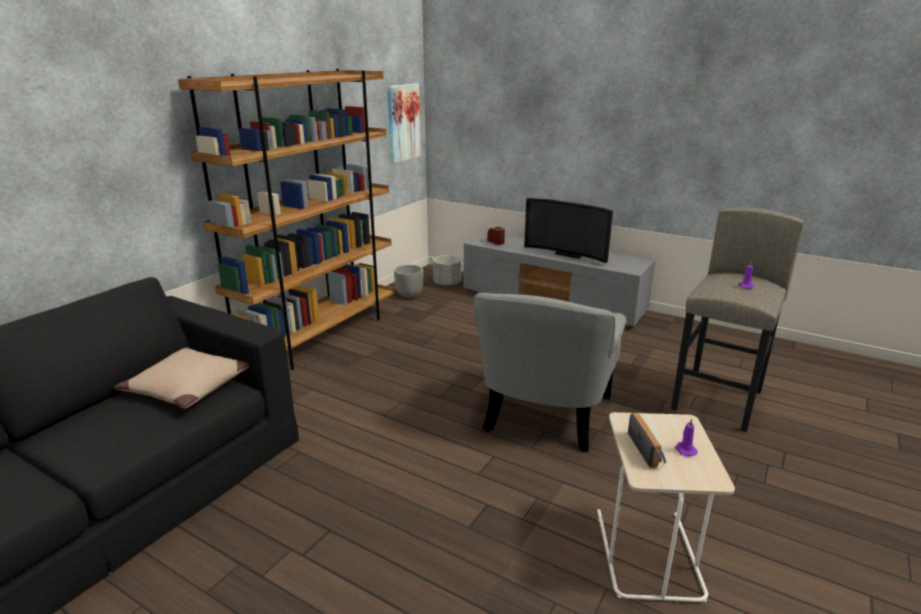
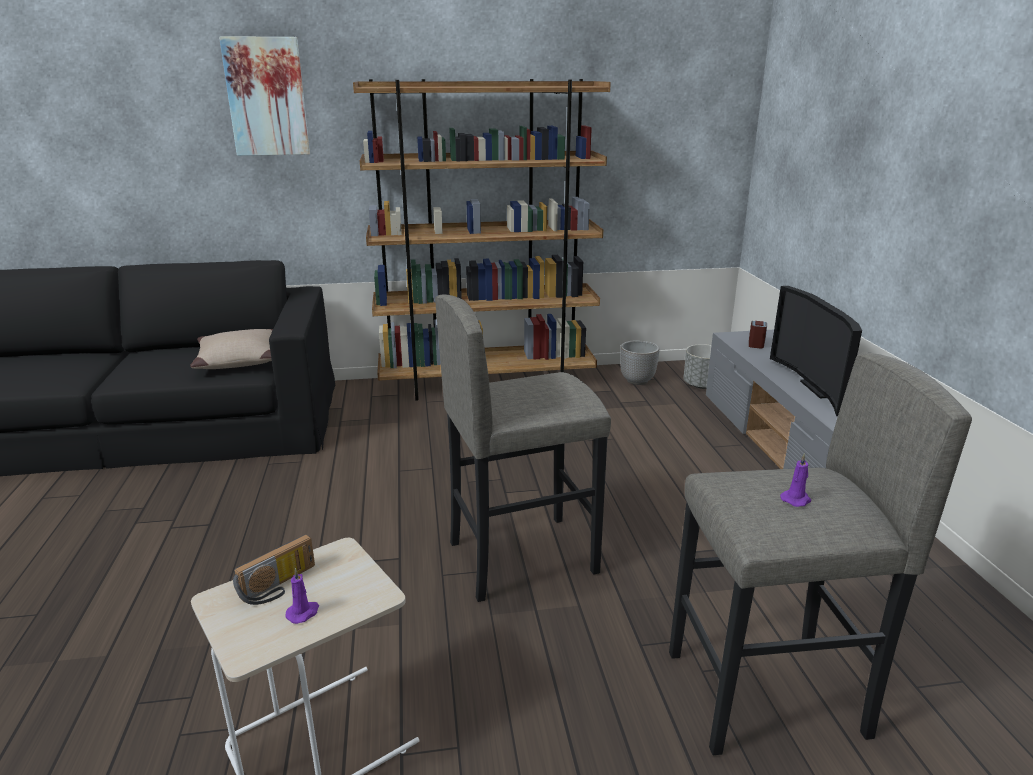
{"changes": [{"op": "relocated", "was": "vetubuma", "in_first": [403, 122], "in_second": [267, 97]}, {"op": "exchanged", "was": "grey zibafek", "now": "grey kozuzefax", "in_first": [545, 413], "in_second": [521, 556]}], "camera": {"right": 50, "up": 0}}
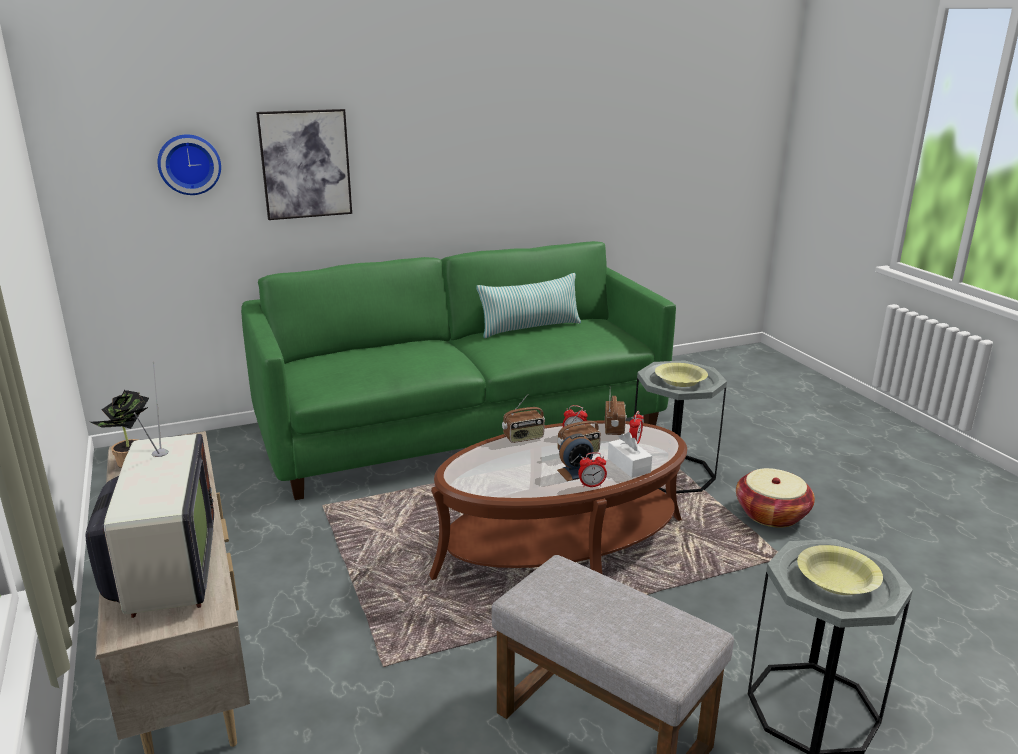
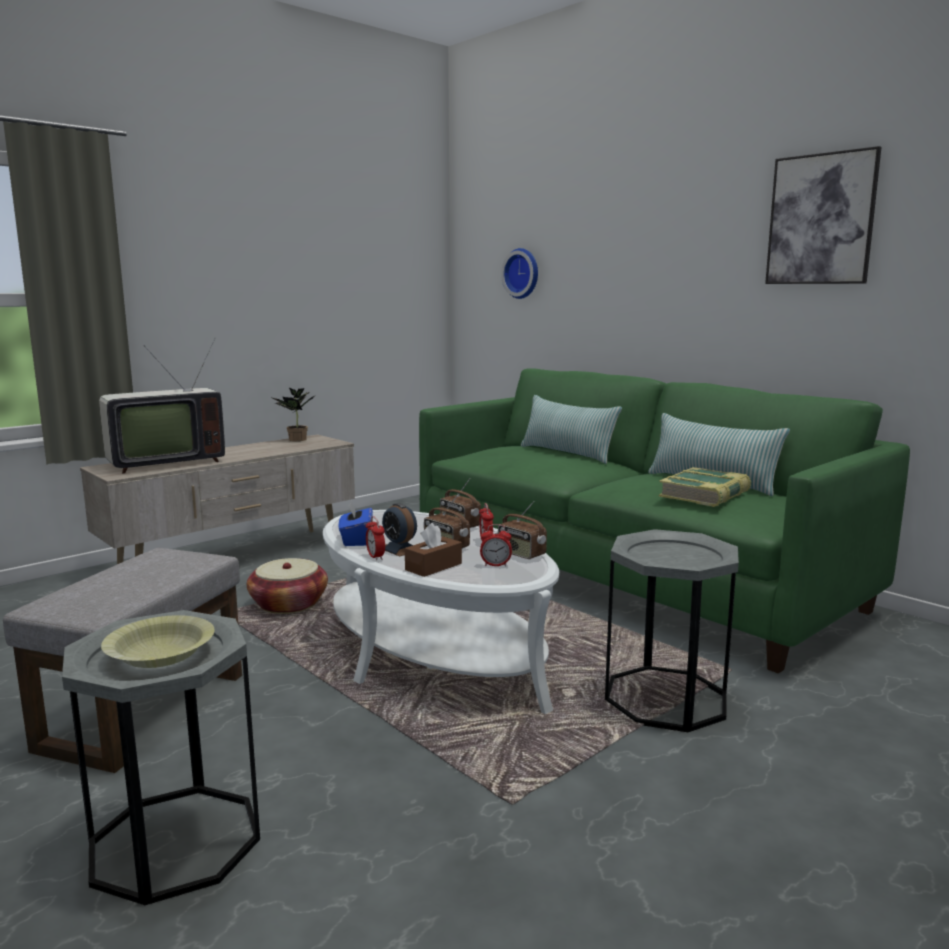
{"changes": [{"op": "relocated", "was": "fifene", "in_first": [771, 514], "in_second": [288, 604]}, {"op": "colour", "was": "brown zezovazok", "now": "white zezovazok", "in_first": [561, 547], "in_second": [433, 653]}, {"op": "appeared", "now": "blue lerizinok", "in_second": [356, 540]}, {"op": "colour", "was": "white lerizinok", "now": "brown lerizinok", "in_first": [629, 465], "in_second": [433, 567]}, {"op": "spun", "was": "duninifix", "in_first": [614, 429], "in_second": [521, 554], "clockwise": 60}, {"op": "appeared", "now": "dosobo", "in_second": [567, 453]}, {"op": "appeared", "now": "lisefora", "in_second": [705, 495]}, {"op": "relocated", "was": "vetubuma", "in_first": [305, 164], "in_second": [821, 219]}, {"op": "missing", "was": "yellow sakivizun", "in_first": [680, 381]}], "camera": {"right": 70, "up": -10}}
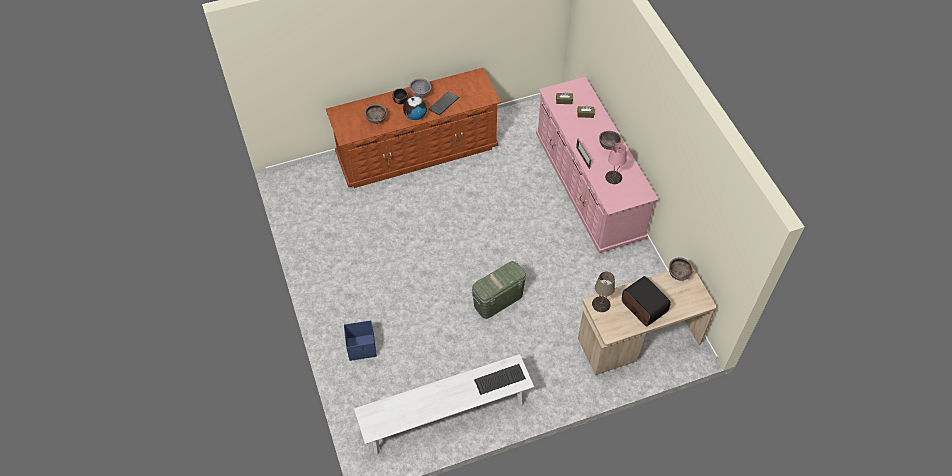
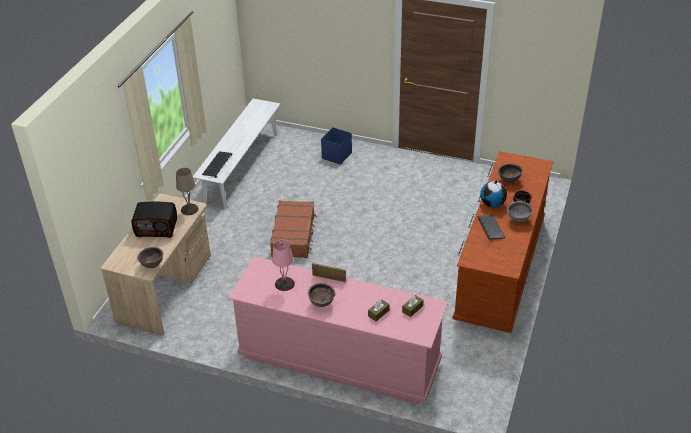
{"changes": [{"op": "exchanged", "was": "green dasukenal", "now": "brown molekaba", "in_first": [498, 300], "in_second": [294, 235]}], "camera": {"right": 130, "up": -15}}
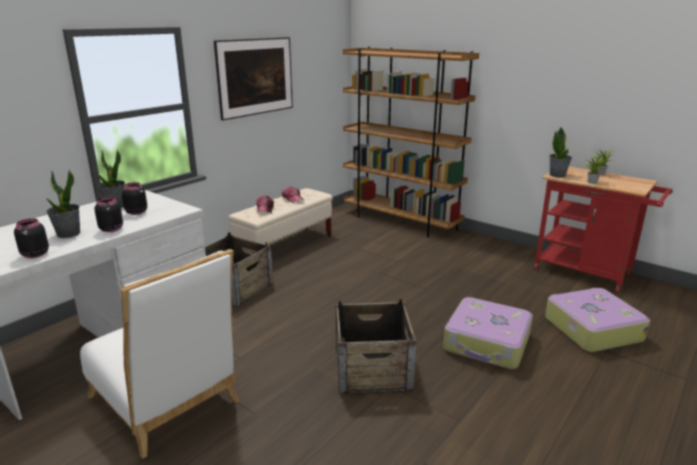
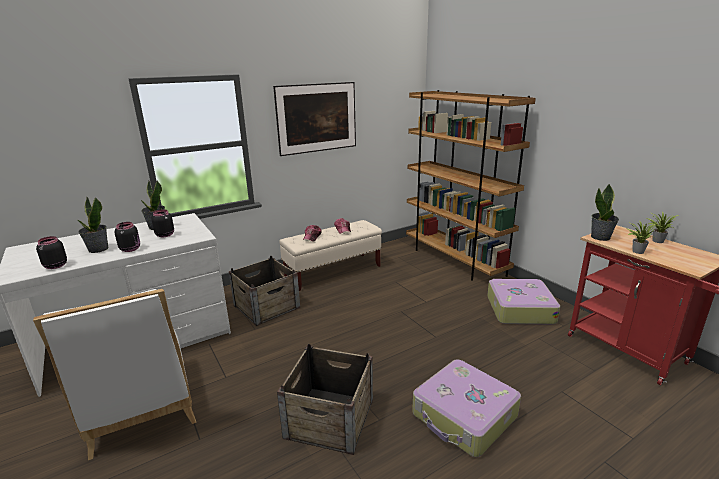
{"changes": [{"op": "relocated", "was": "molekaba", "in_first": [591, 329], "in_second": [519, 309]}], "camera": {"right": 20, "up": 0}}
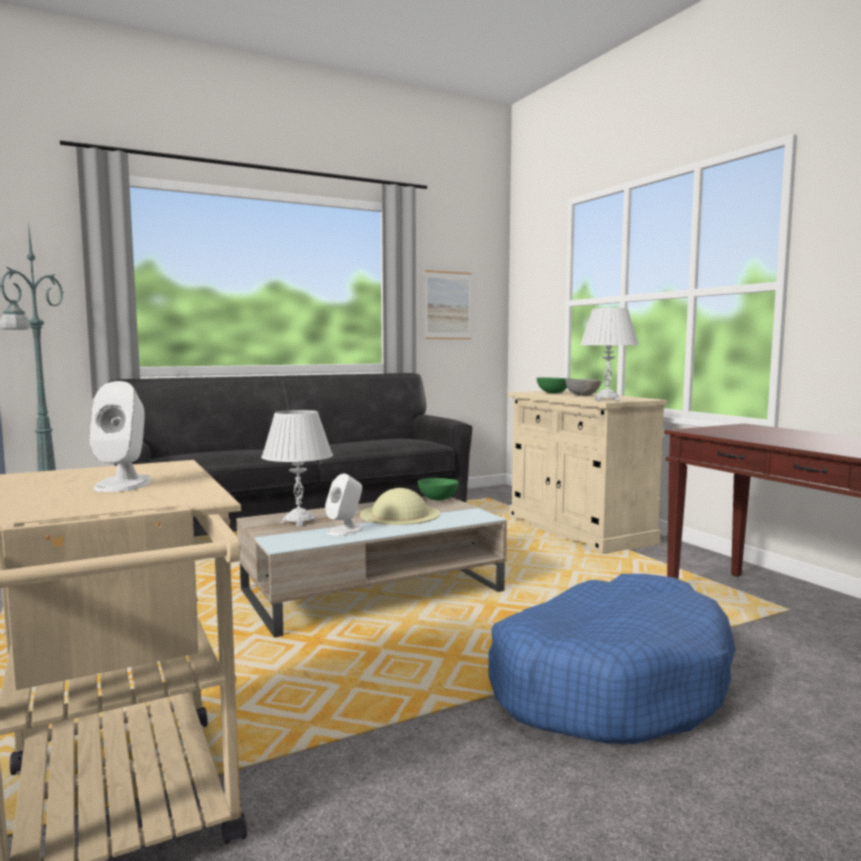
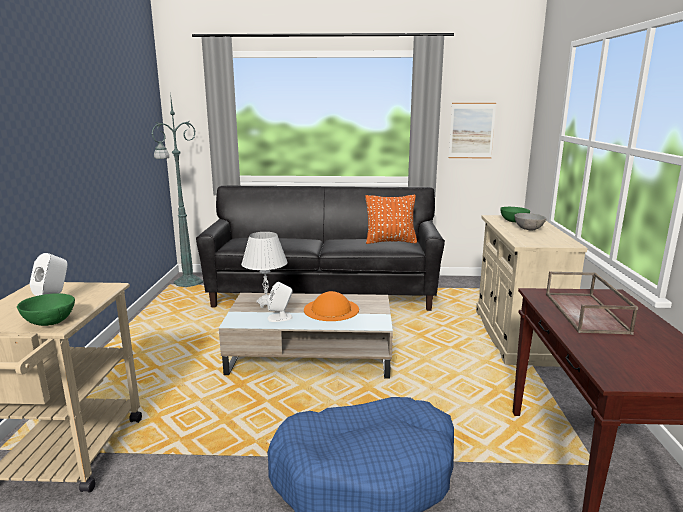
{"changes": [{"op": "relocated", "was": "green sakivizun", "in_first": [437, 499], "in_second": [50, 322]}, {"op": "colour", "was": "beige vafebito", "now": "orange vafebito", "in_first": [400, 514], "in_second": [331, 309]}, {"op": "appeared", "now": "orange dosobo", "in_second": [390, 241]}, {"op": "appeared", "now": "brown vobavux", "in_second": [587, 313]}, {"op": "missing", "was": "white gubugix", "in_first": [607, 400]}], "camera": {"right": 30, "up": 10}}
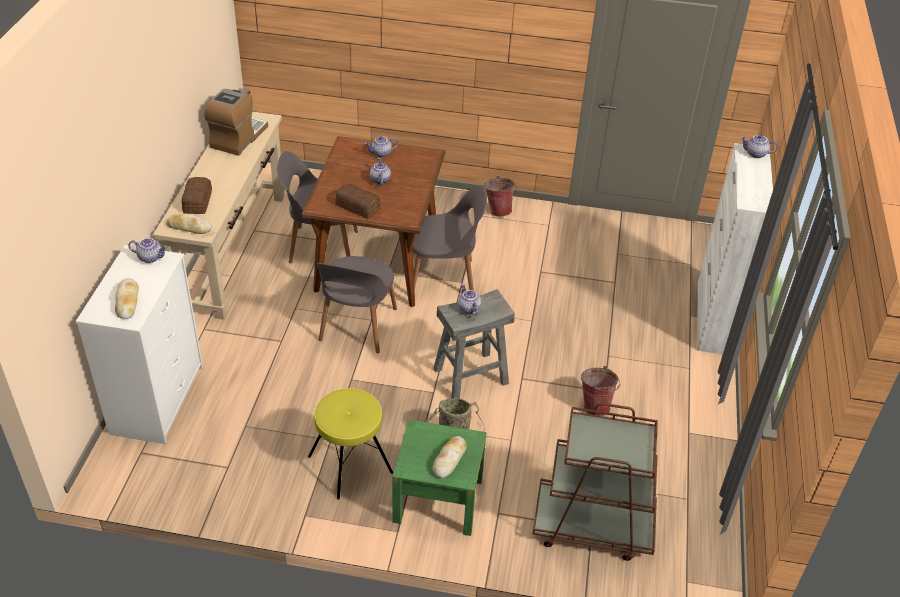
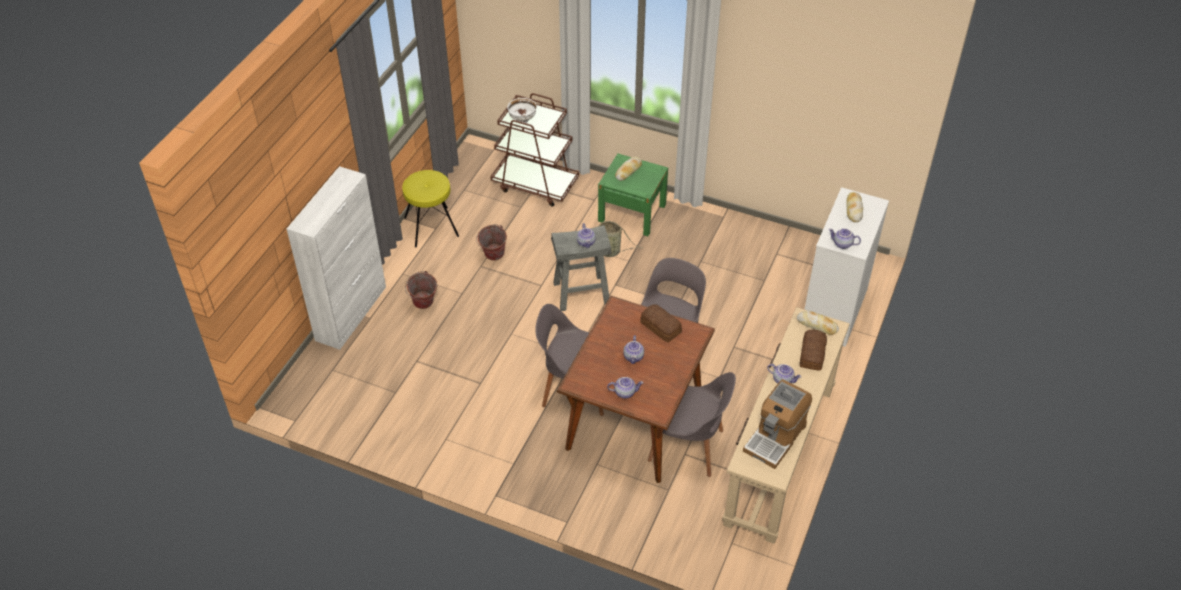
{"changes": [{"op": "relocated", "was": "yellow kozuzefax", "in_first": [350, 465], "in_second": [431, 226]}, {"op": "relocated", "was": "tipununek", "in_first": [498, 210], "in_second": [423, 305]}, {"op": "appeared", "now": "white sakivizun", "in_second": [522, 120]}, {"op": "relocated", "was": "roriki", "in_first": [755, 154], "in_second": [783, 379]}], "camera": {"right": -165, "up": 5}}
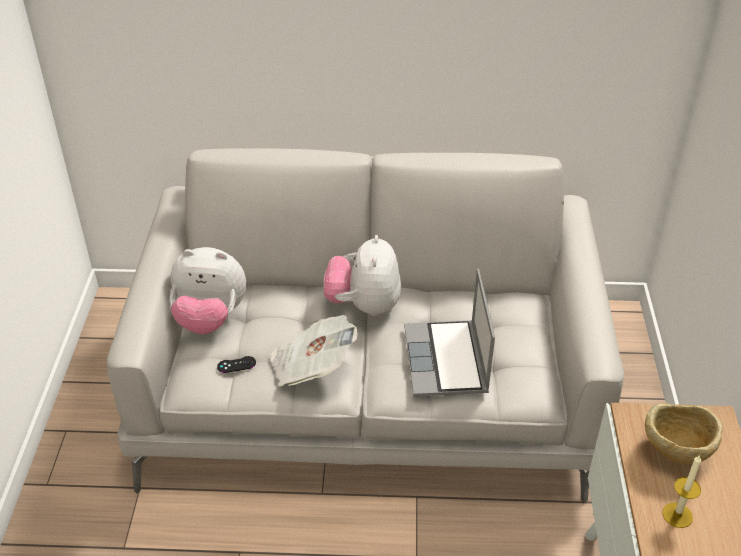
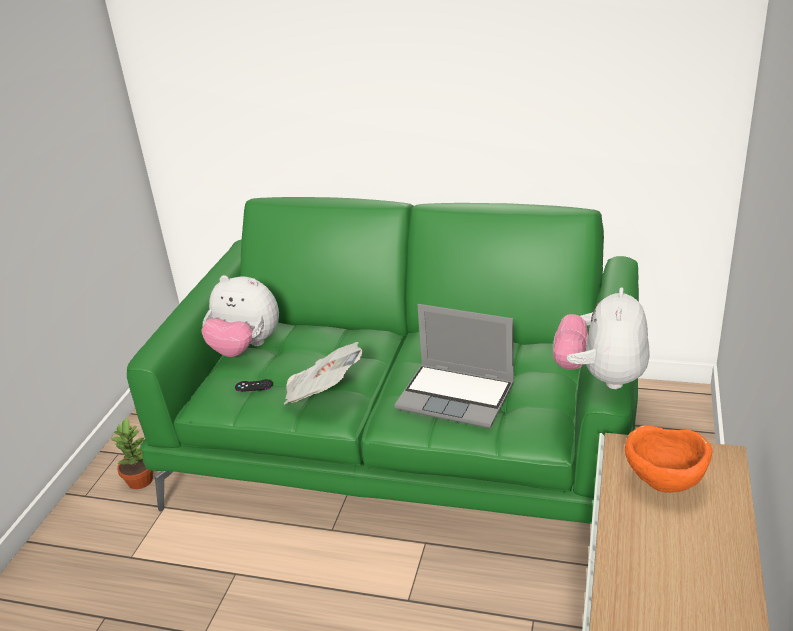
{"changes": [{"op": "appeared", "now": "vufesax", "in_second": [141, 480]}, {"op": "colour", "was": "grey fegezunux", "now": "green fegezunux", "in_first": [370, 389], "in_second": [408, 442]}, {"op": "spun", "was": "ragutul", "in_first": [447, 361], "in_second": [457, 396], "clockwise": -75}, {"op": "relocated", "was": "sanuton", "in_first": [364, 305], "in_second": [601, 377]}, {"op": "colour", "was": "beige sakivizun", "now": "orange sakivizun", "in_first": [675, 452], "in_second": [664, 484]}, {"op": "missing", "was": "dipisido", "in_first": [677, 515]}], "camera": {"right": 15, "up": -10}}
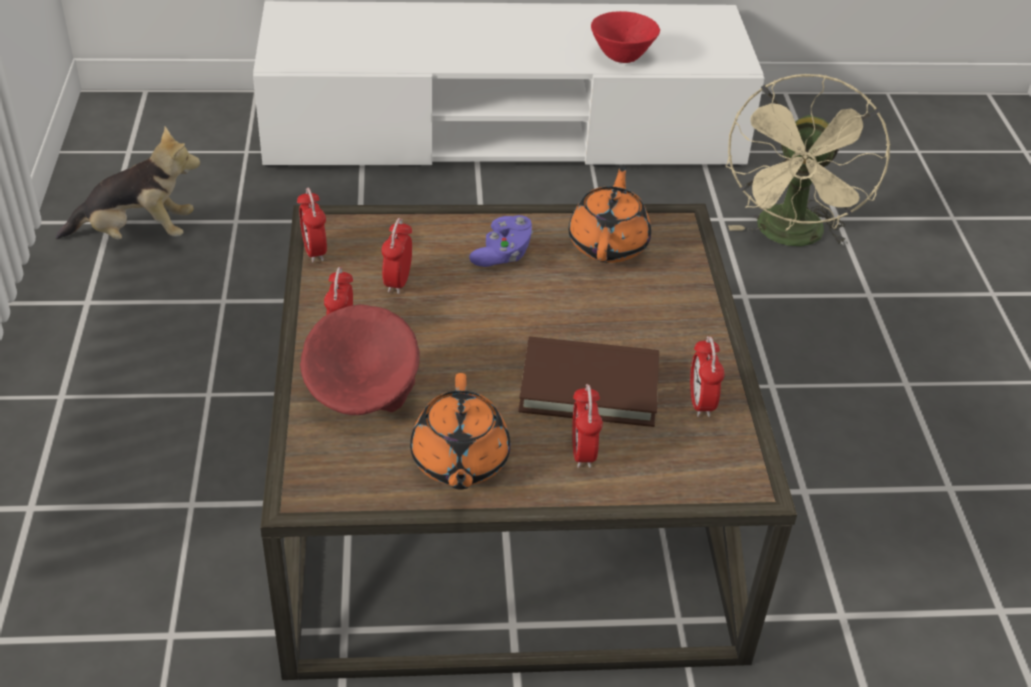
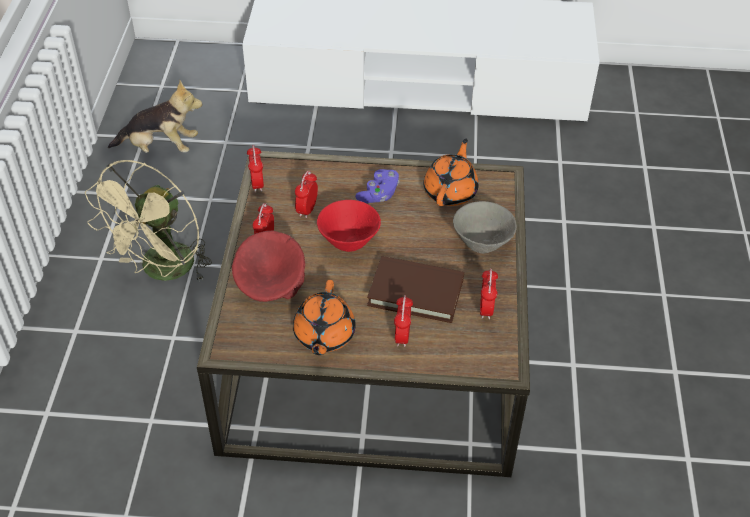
{"changes": [{"op": "relocated", "was": "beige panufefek", "in_first": [790, 237], "in_second": [163, 271]}, {"op": "relocated", "was": "red sakivizun", "in_first": [621, 57], "in_second": [348, 242]}, {"op": "appeared", "now": "grey sakivizun", "in_second": [482, 244]}], "camera": {"right": 10, "up": 5}}
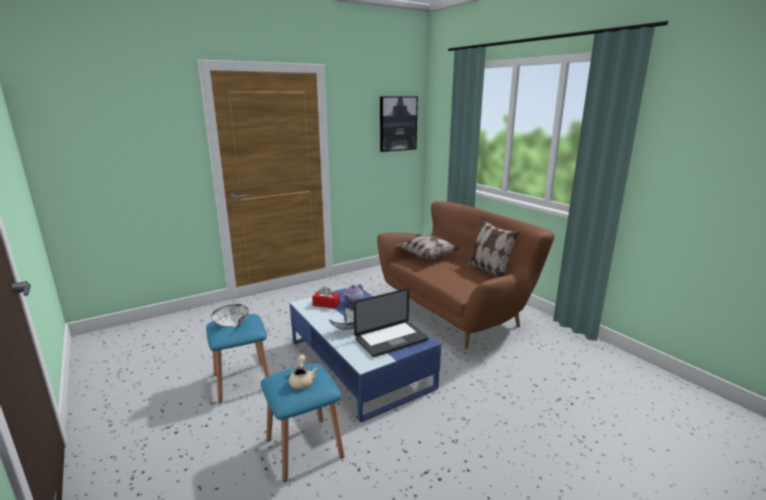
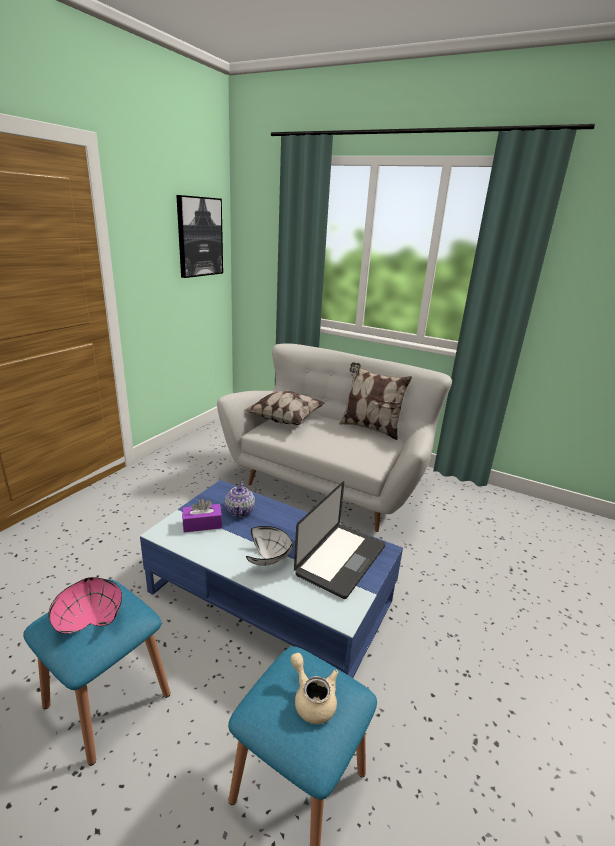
{"changes": [{"op": "colour", "was": "white sakivizun", "now": "pink sakivizun", "in_first": [233, 324], "in_second": [89, 618]}, {"op": "colour", "was": "red lerizinok", "now": "purple lerizinok", "in_first": [326, 304], "in_second": [202, 524]}, {"op": "colour", "was": "brown fegezunux", "now": "white fegezunux", "in_first": [457, 312], "in_second": [331, 483]}], "camera": {"right": -30, "up": 5}}
